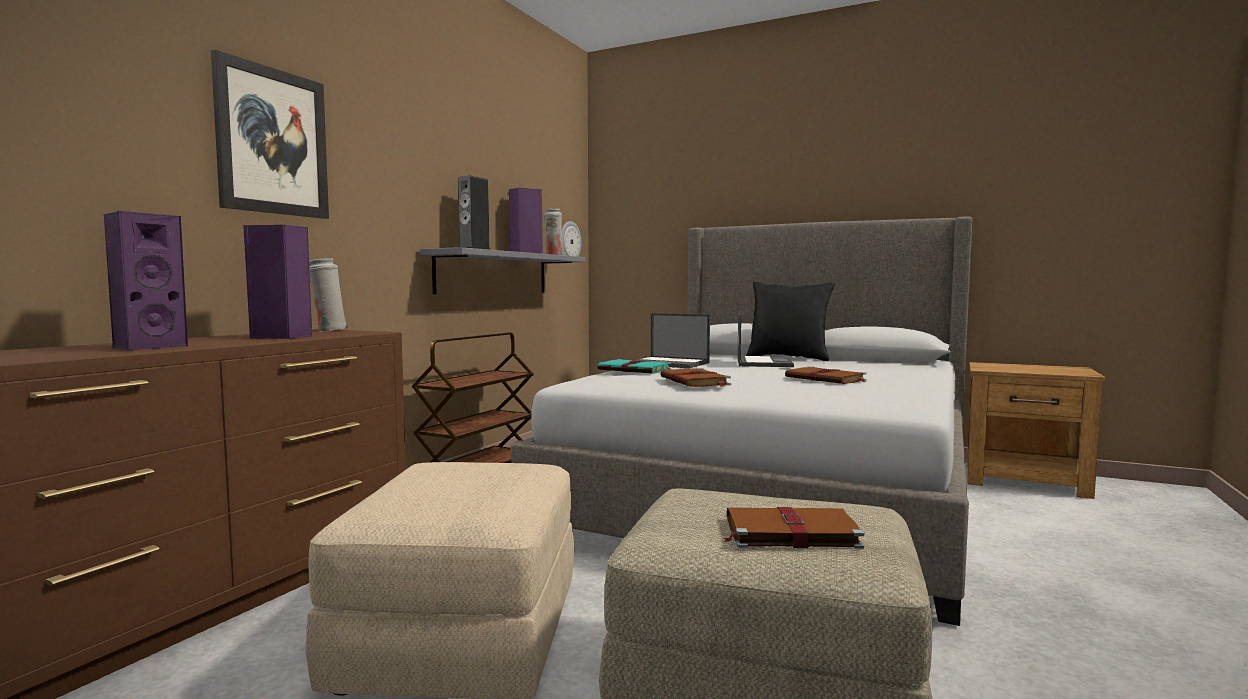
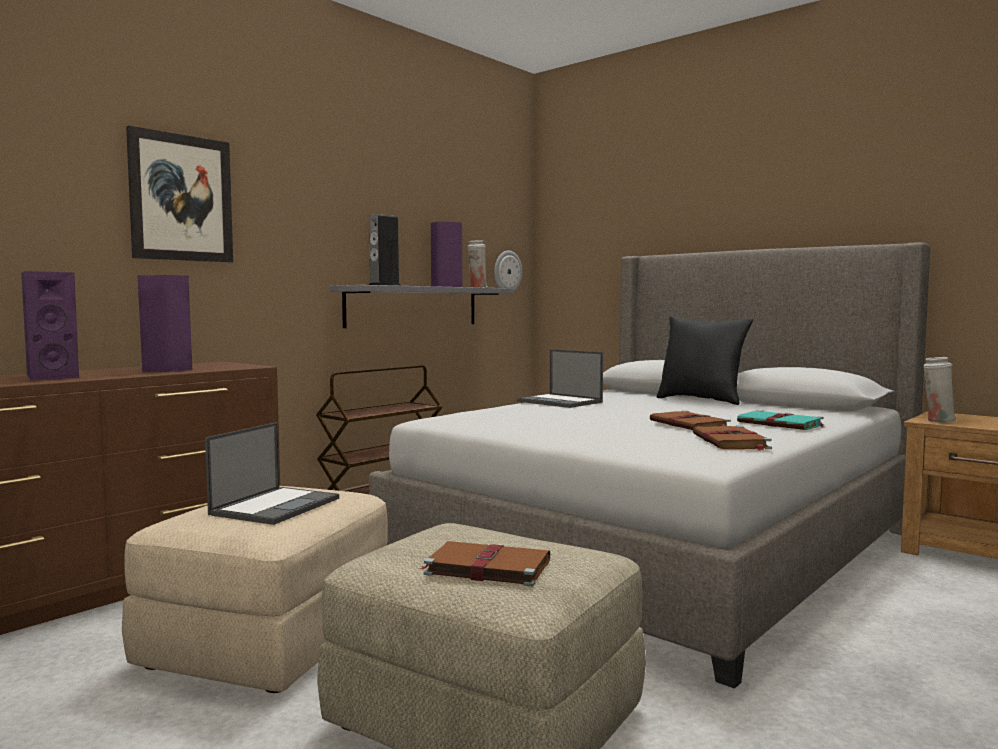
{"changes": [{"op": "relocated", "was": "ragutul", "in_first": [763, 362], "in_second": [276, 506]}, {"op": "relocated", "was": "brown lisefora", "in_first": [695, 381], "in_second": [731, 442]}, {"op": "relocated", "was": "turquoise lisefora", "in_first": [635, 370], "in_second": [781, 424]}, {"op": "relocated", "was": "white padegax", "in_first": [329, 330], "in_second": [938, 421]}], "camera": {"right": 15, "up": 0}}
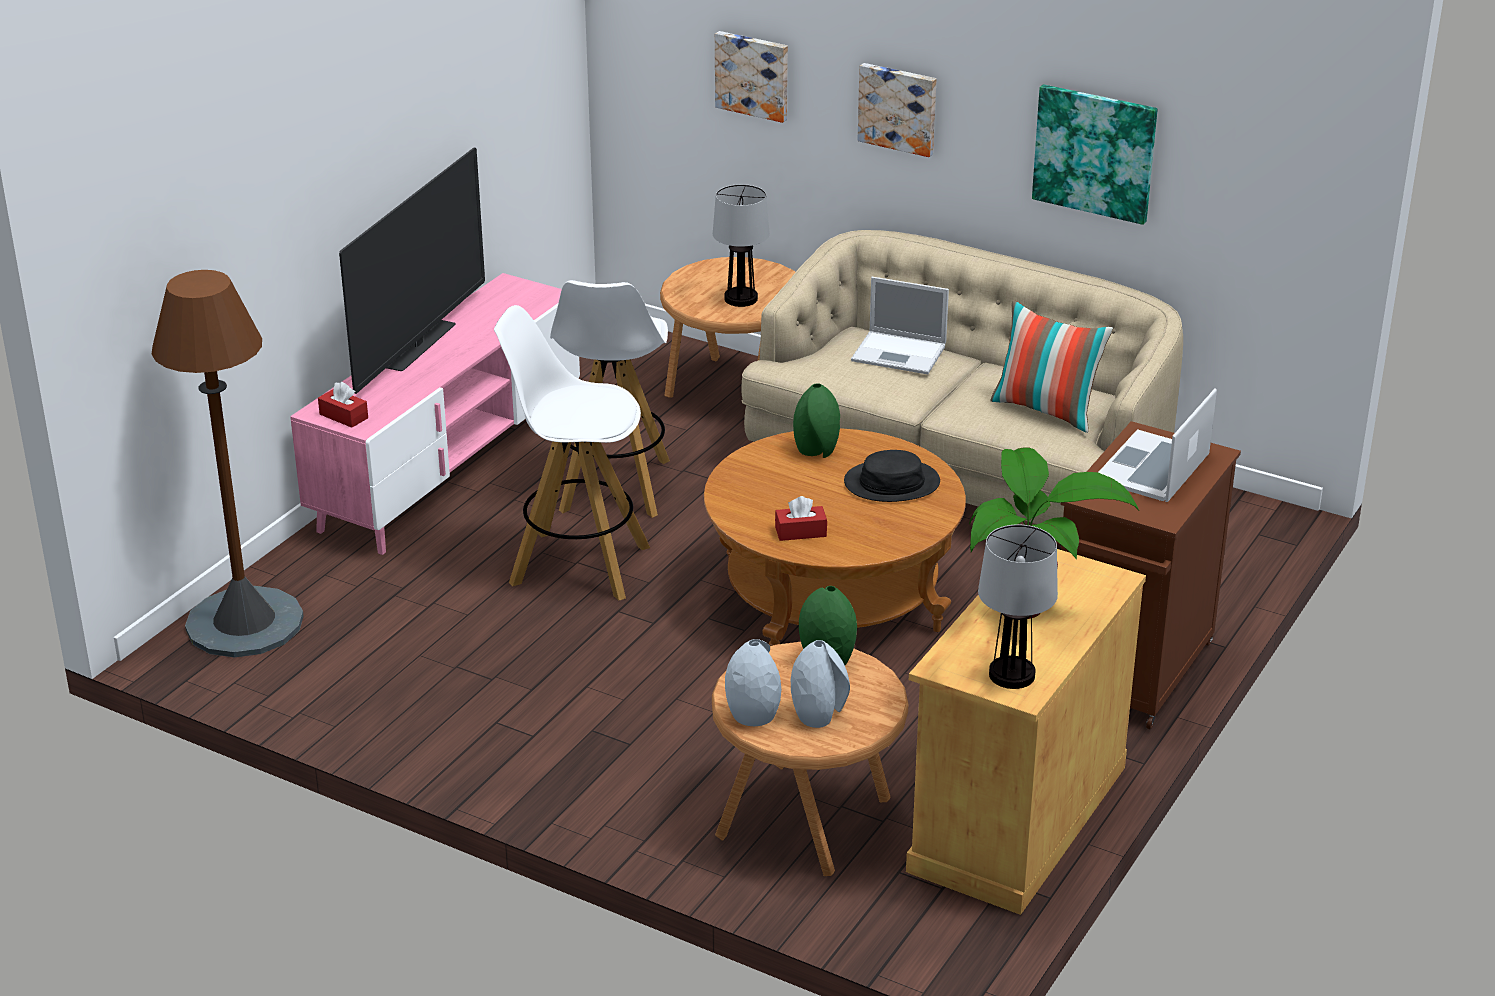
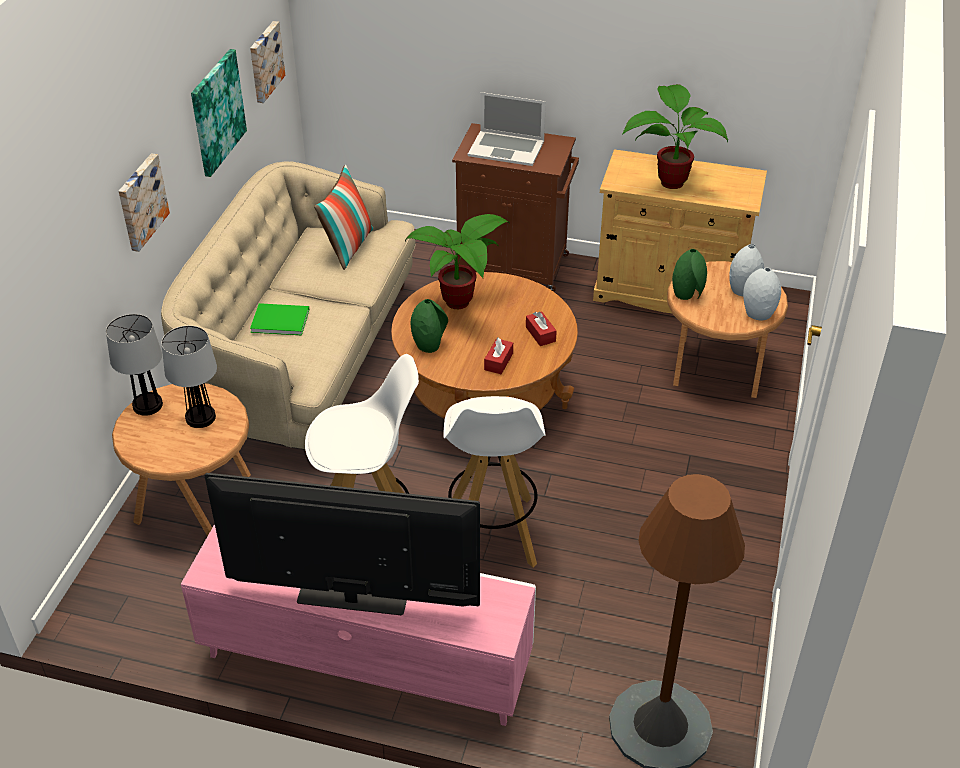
{"changes": [{"op": "relocated", "was": "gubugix", "in_first": [1011, 674], "in_second": [147, 406]}, {"op": "relocated", "was": "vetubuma", "in_first": [753, 75], "in_second": [264, 61]}, {"op": "exchanged", "was": "ragutul", "now": "green lisefora", "in_first": [900, 353], "in_second": [279, 320]}, {"op": "exchanged", "was": "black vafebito", "now": "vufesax", "in_first": [891, 483], "in_second": [460, 304]}, {"op": "relocated", "was": "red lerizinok", "in_first": [343, 416], "in_second": [498, 362]}], "camera": {"right": -105, "up": 10}}
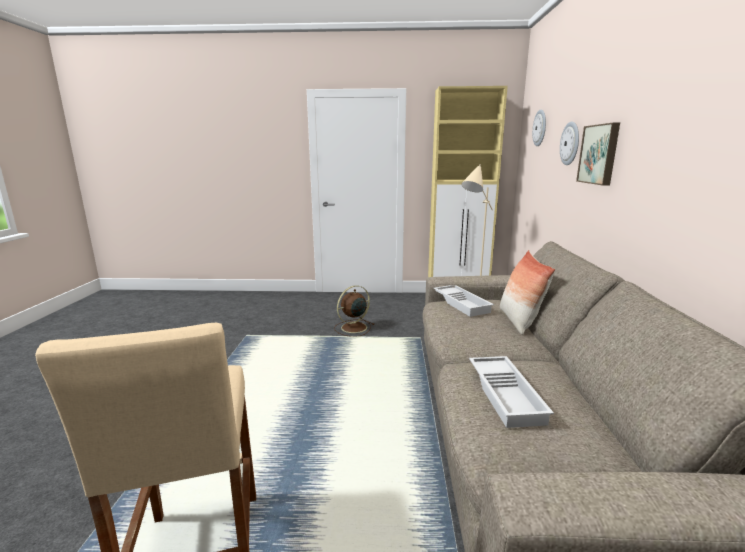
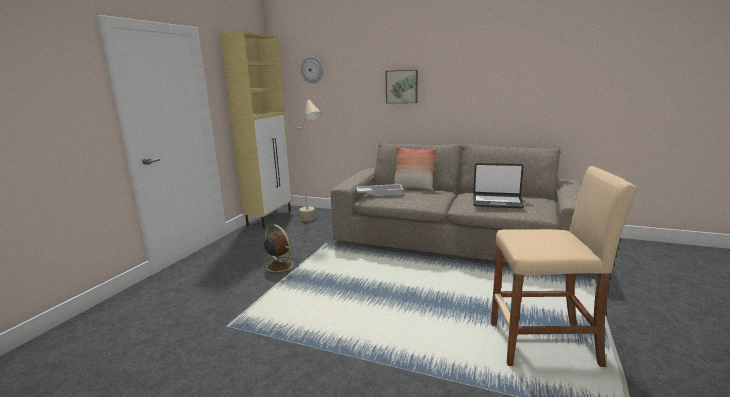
{"changes": [{"op": "spun", "was": "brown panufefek", "in_first": [353, 328], "in_second": [278, 265], "clockwise": 150}, {"op": "exchanged", "was": "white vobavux", "now": "ragutul", "in_first": [507, 395], "in_second": [497, 202]}, {"op": "missing", "was": "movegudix", "in_first": [570, 143]}], "camera": {"right": -70, "up": 0}}
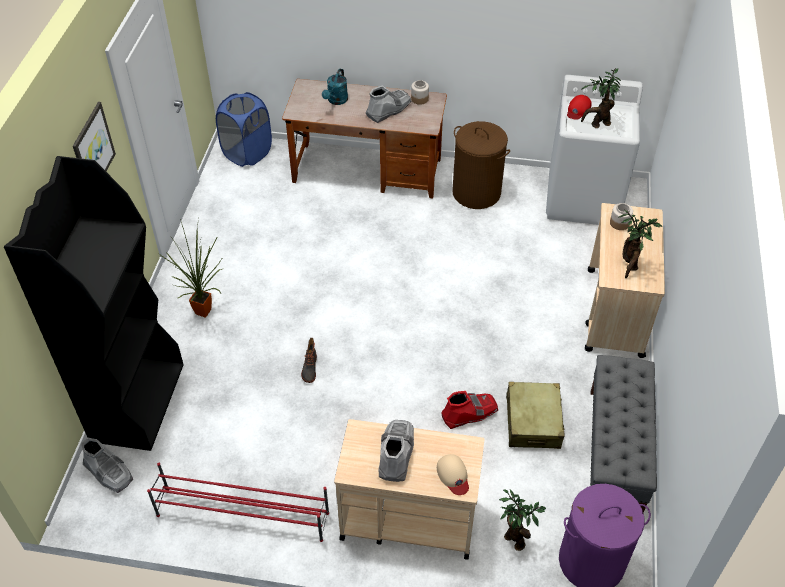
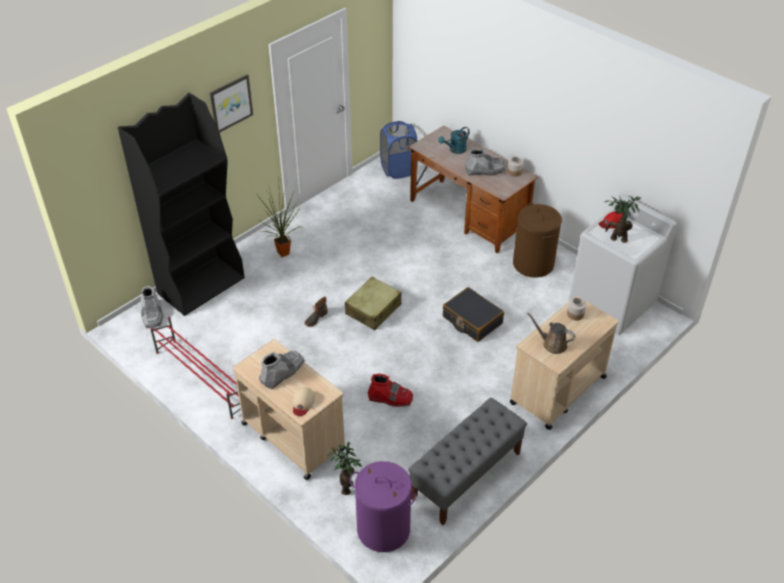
{"changes": [{"op": "relocated", "was": "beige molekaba", "in_first": [533, 422], "in_second": [373, 309]}, {"op": "appeared", "now": "black molekaba", "in_second": [472, 320]}, {"op": "exchanged", "was": "vufesax", "now": "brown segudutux", "in_first": [629, 265], "in_second": [552, 344]}], "camera": {"right": 35, "up": -5}}
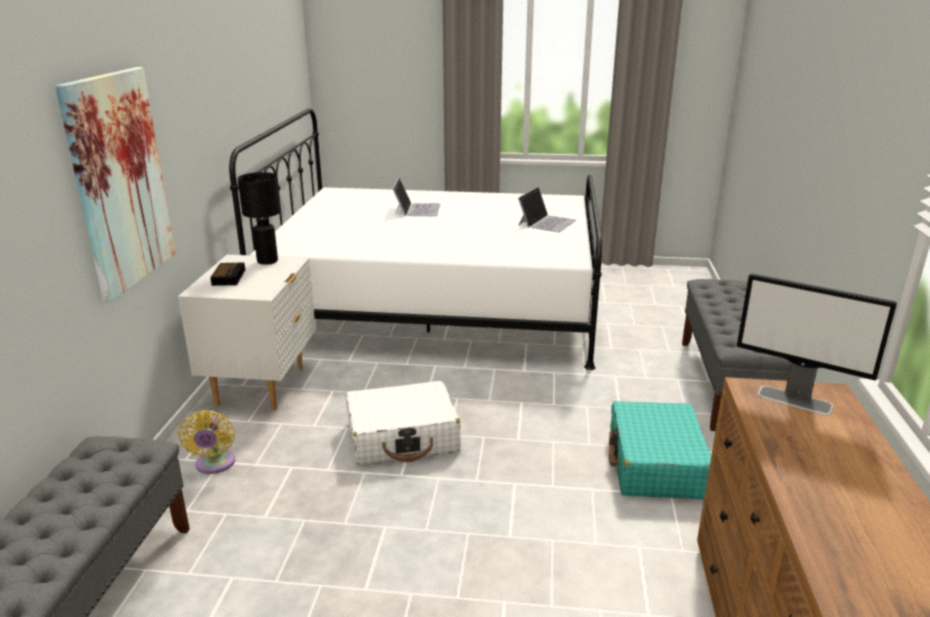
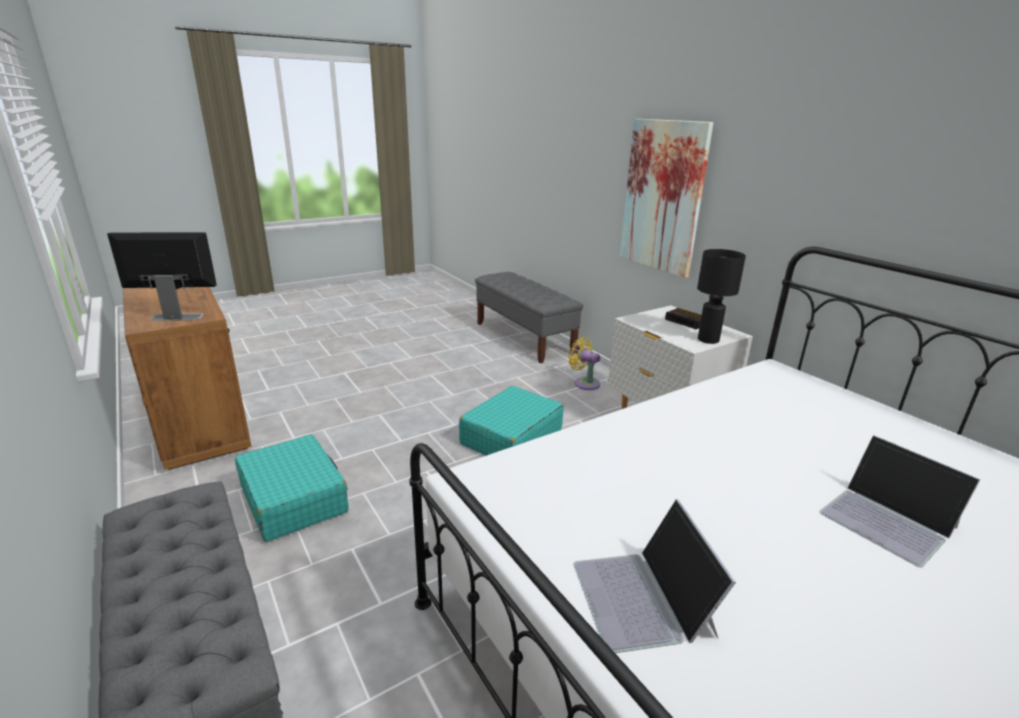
{"changes": [{"op": "colour", "was": "white molekaba", "now": "turquoise molekaba", "in_first": [403, 437], "in_second": [511, 437]}], "camera": {"right": 140, "up": 0}}
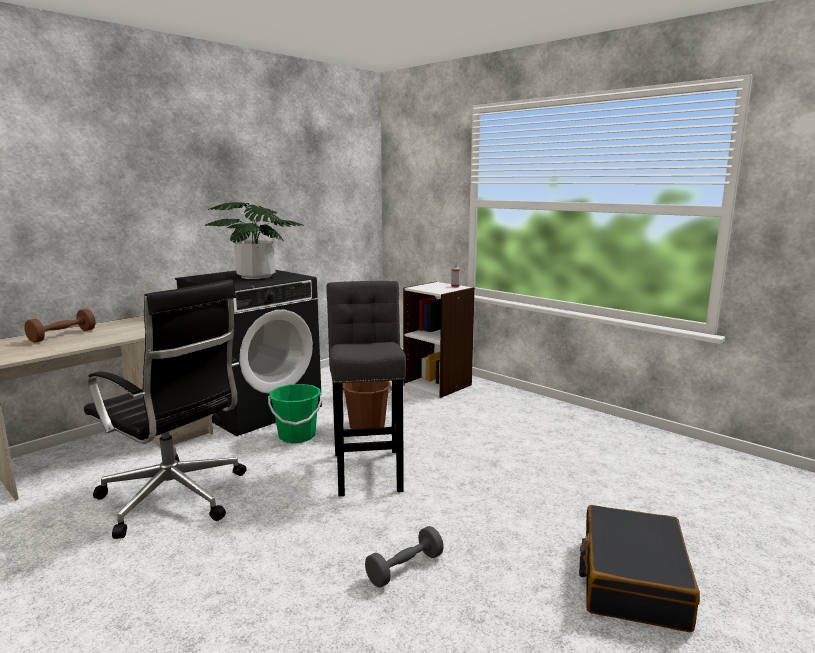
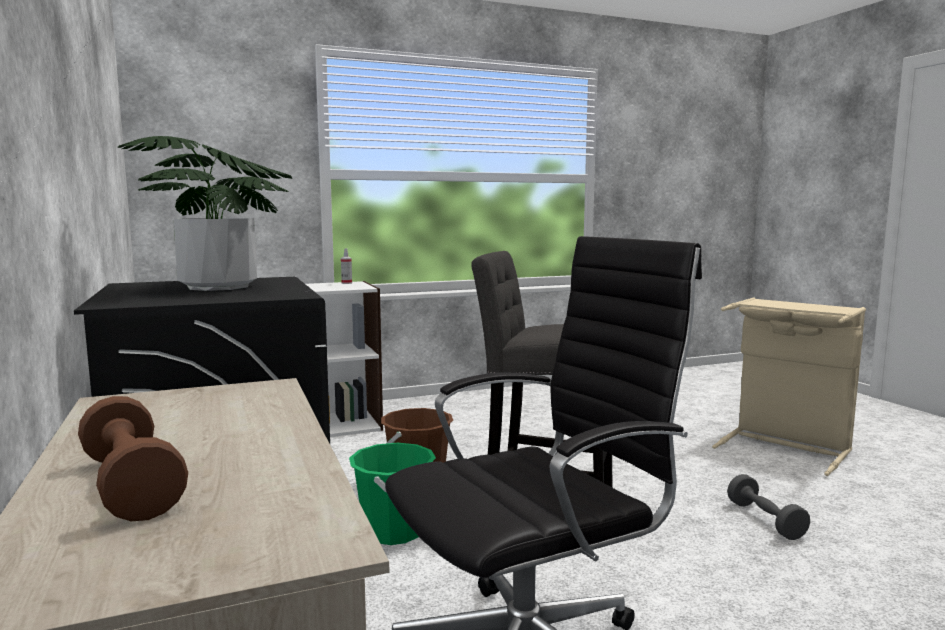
{"changes": [{"op": "exchanged", "was": "black molekaba", "now": "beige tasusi", "in_first": [632, 580], "in_second": [785, 446]}], "camera": {"right": -65, "up": -5}}
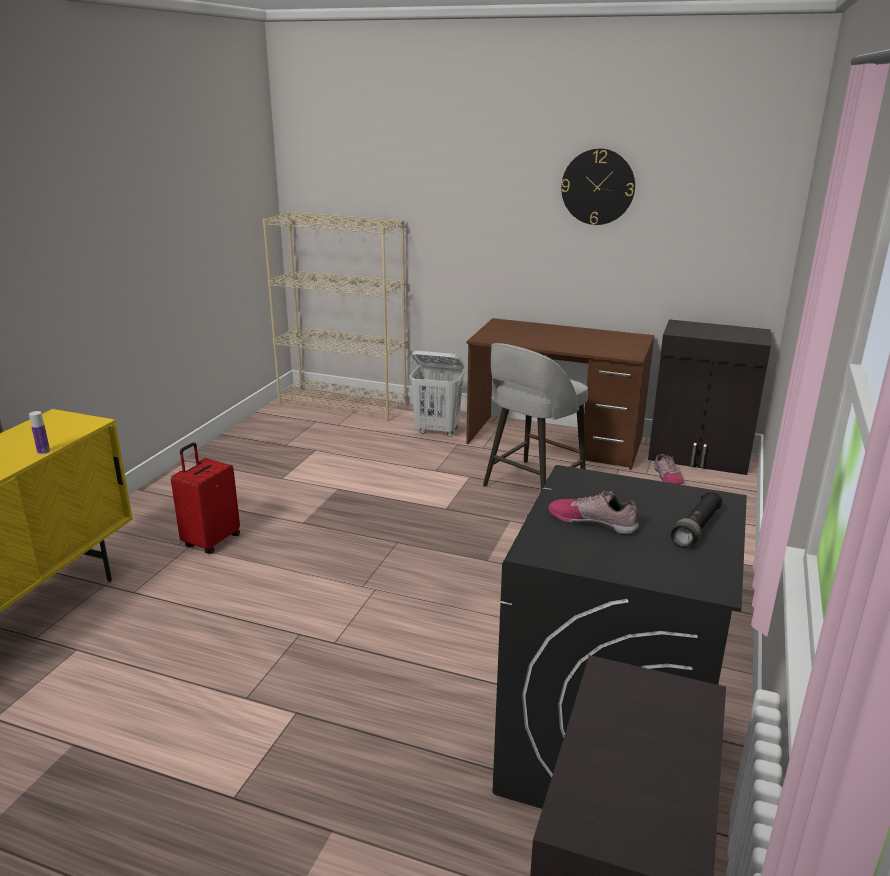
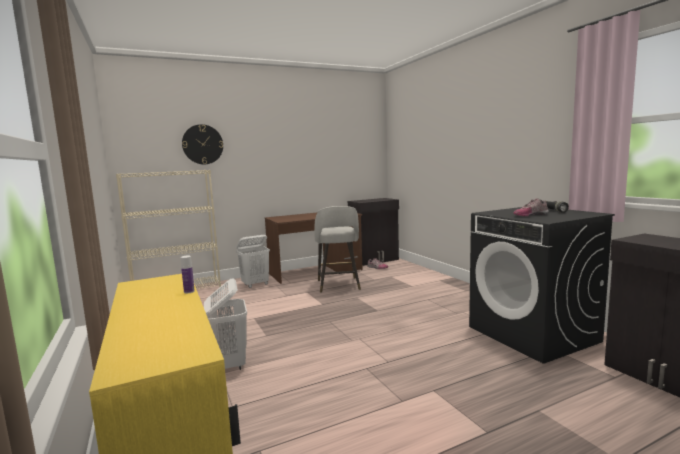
{"changes": [{"op": "relocated", "was": "movegudix", "in_first": [598, 187], "in_second": [202, 144]}, {"op": "exchanged", "was": "red molekaba", "now": "white tasusi", "in_first": [211, 541], "in_second": [229, 365]}], "camera": {"right": -45, "up": -15}}
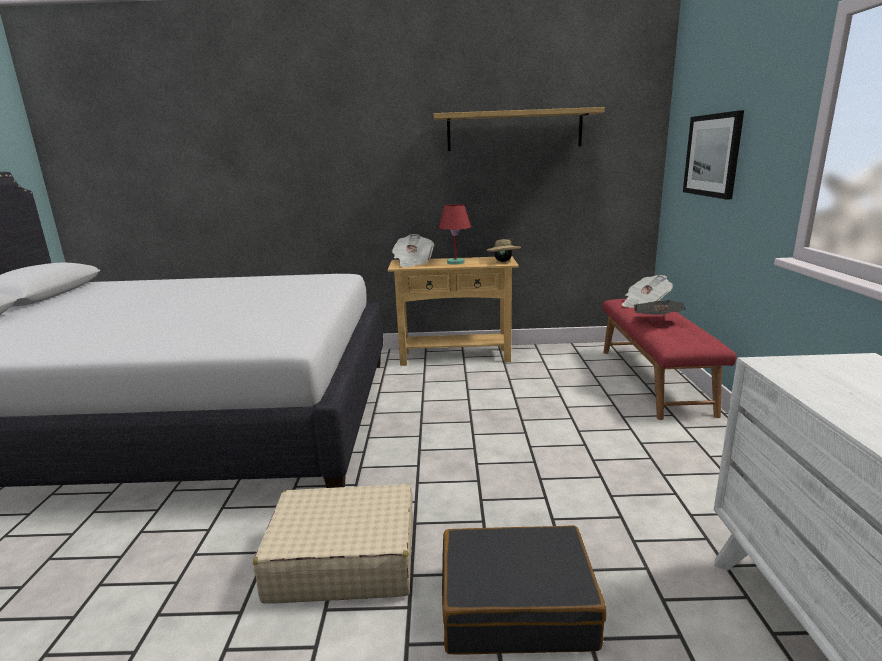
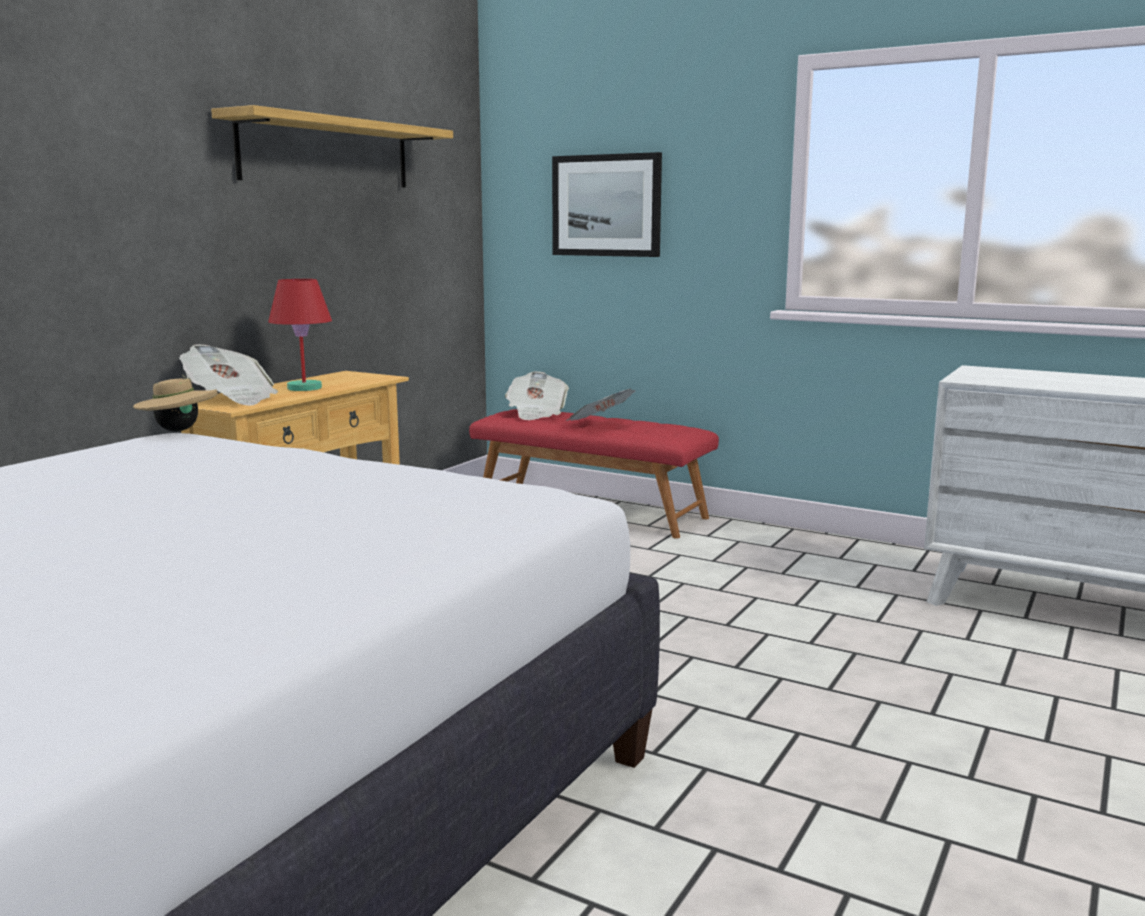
{"changes": [{"op": "relocated", "was": "beige vafebito", "in_first": [503, 261], "in_second": [178, 430]}, {"op": "missing", "was": "beige molekaba", "in_first": [343, 559]}, {"op": "missing", "was": "black molekaba", "in_first": [516, 605]}], "camera": {"right": -60, "up": -5}}
